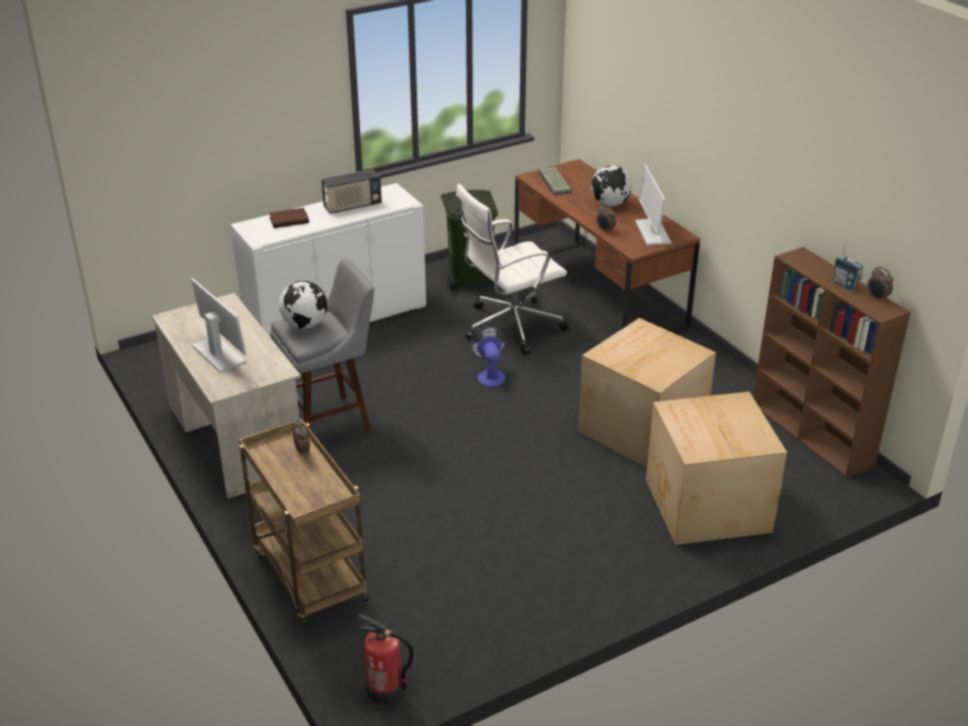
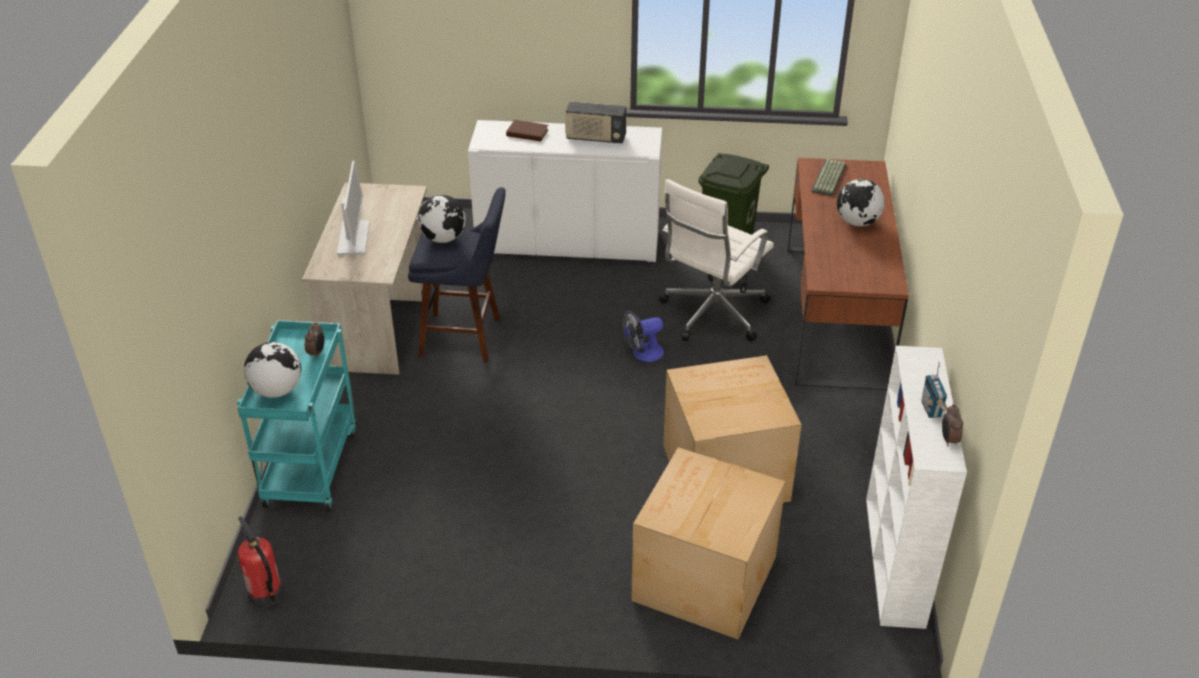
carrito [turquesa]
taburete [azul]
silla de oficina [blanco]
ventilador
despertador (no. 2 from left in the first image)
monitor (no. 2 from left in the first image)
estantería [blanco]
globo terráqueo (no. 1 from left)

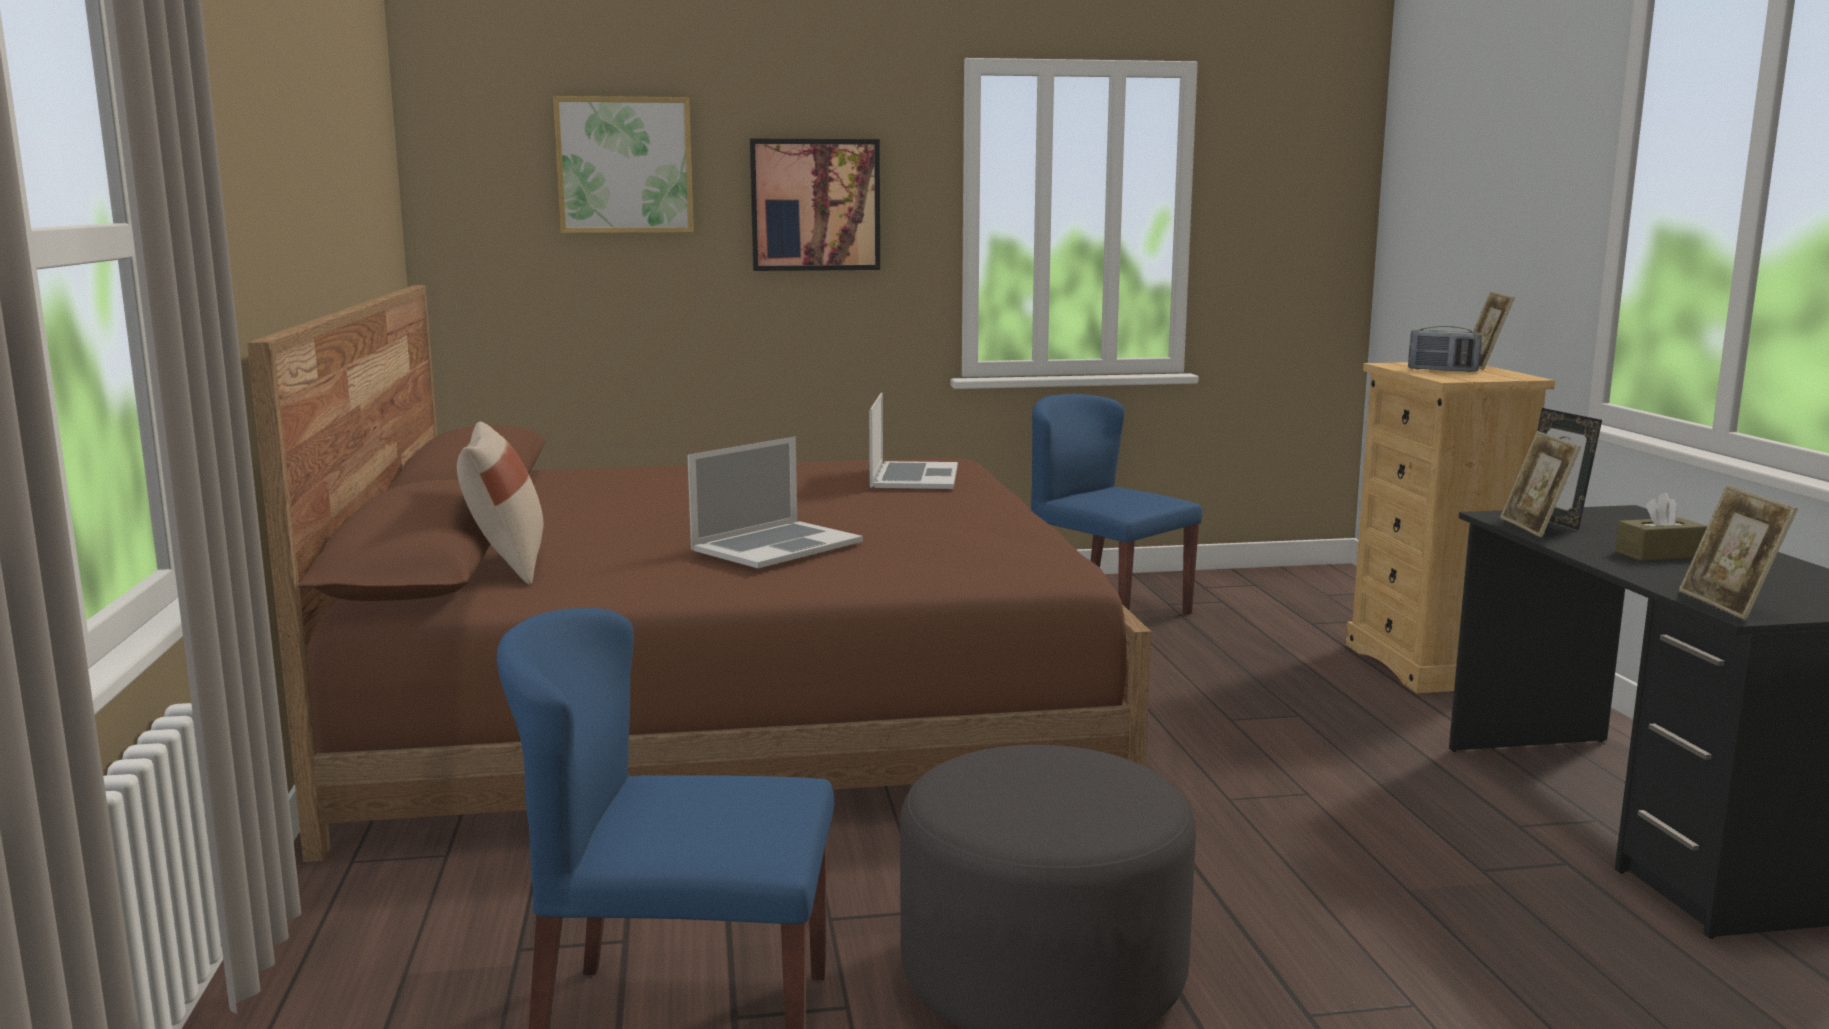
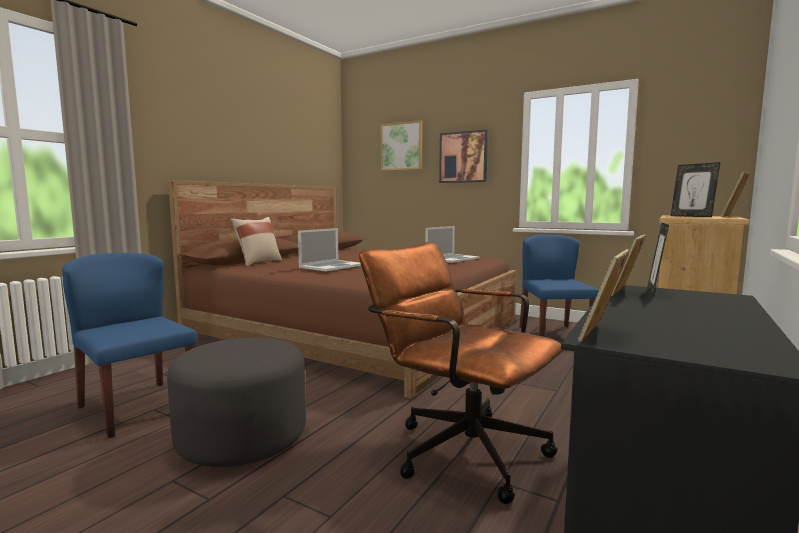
portátil (no. 1 from left)
portarretratos (no. 4 from left)
caja de pañuelos [marrón]
silla de oficina [marrón]

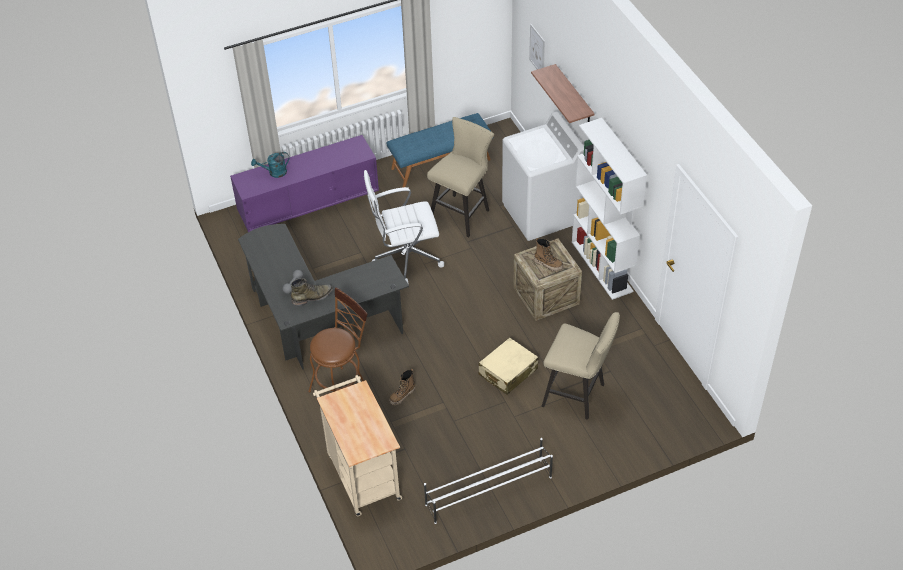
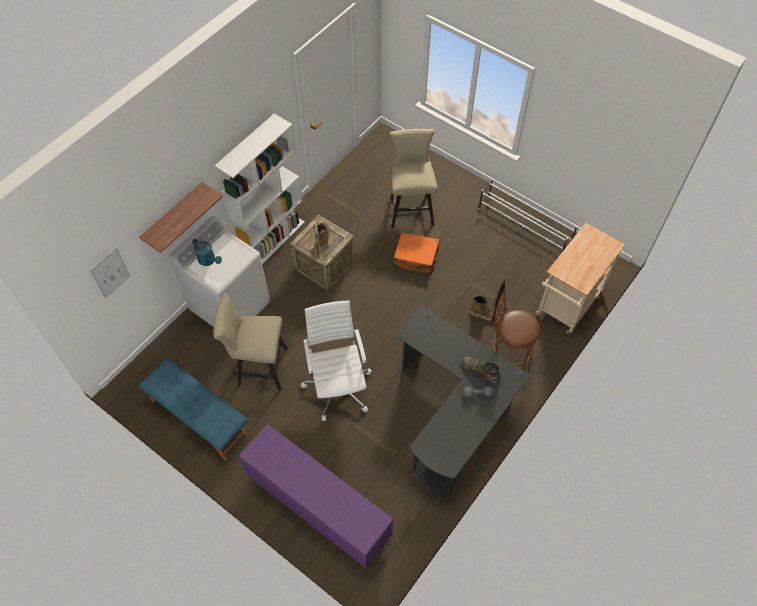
regadera [turquesa]
silla de oficina [blanco]
maleta [naranja]

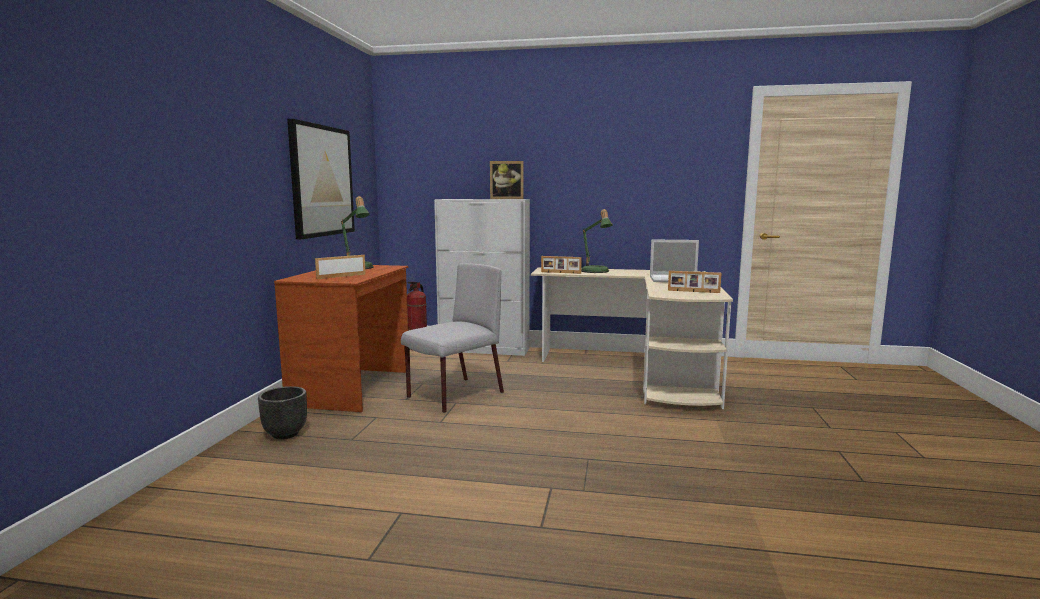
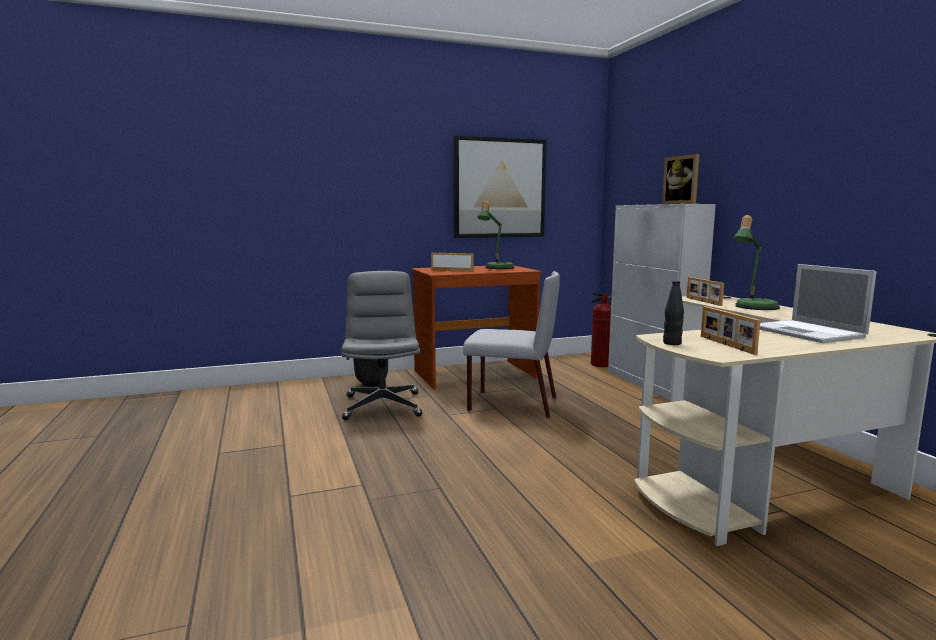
silla de oficina [gris]
botella [negro]

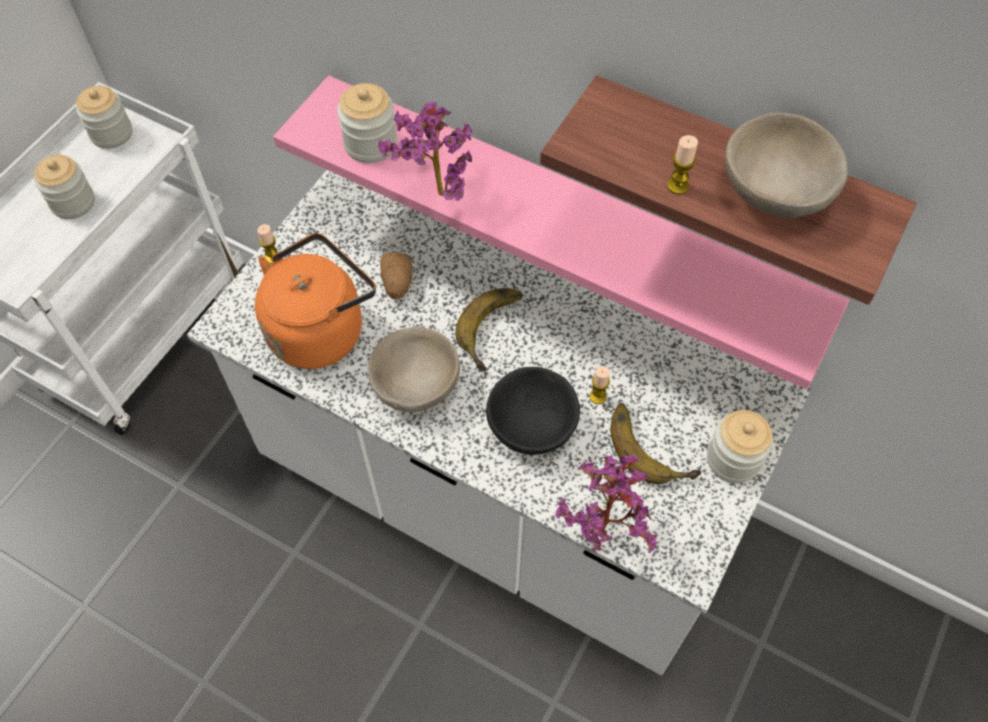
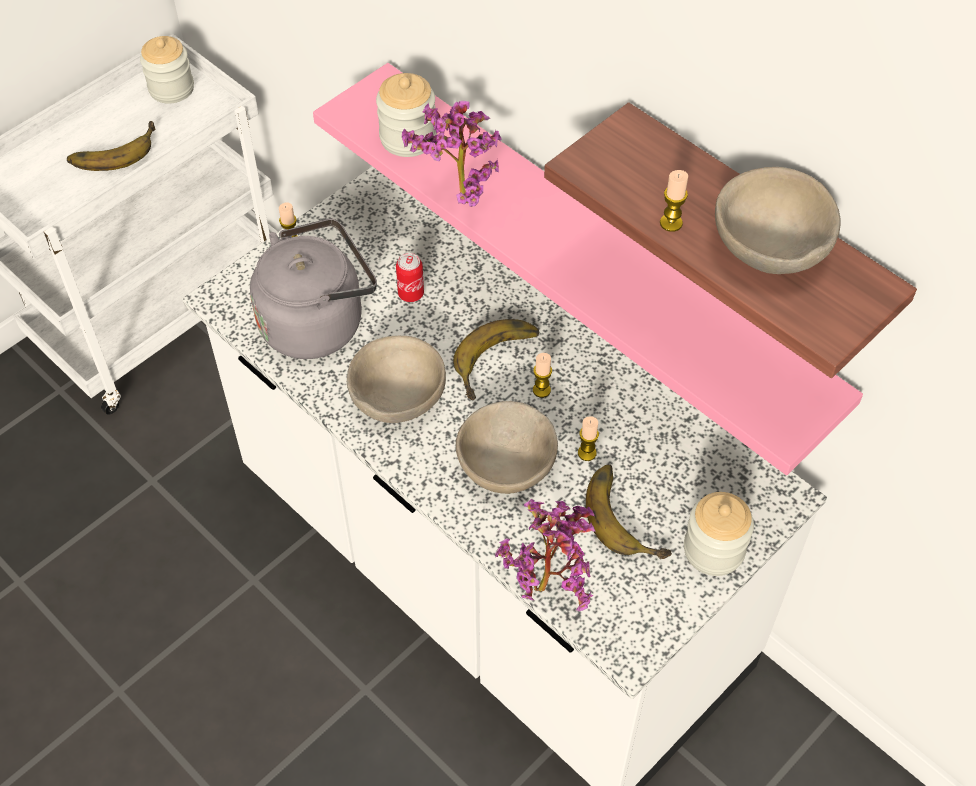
plátano (no. 1 from left)
hervidor [gris]
lata
cuenco [beis] (no. 2 from left)
vela (no. 2 from left)

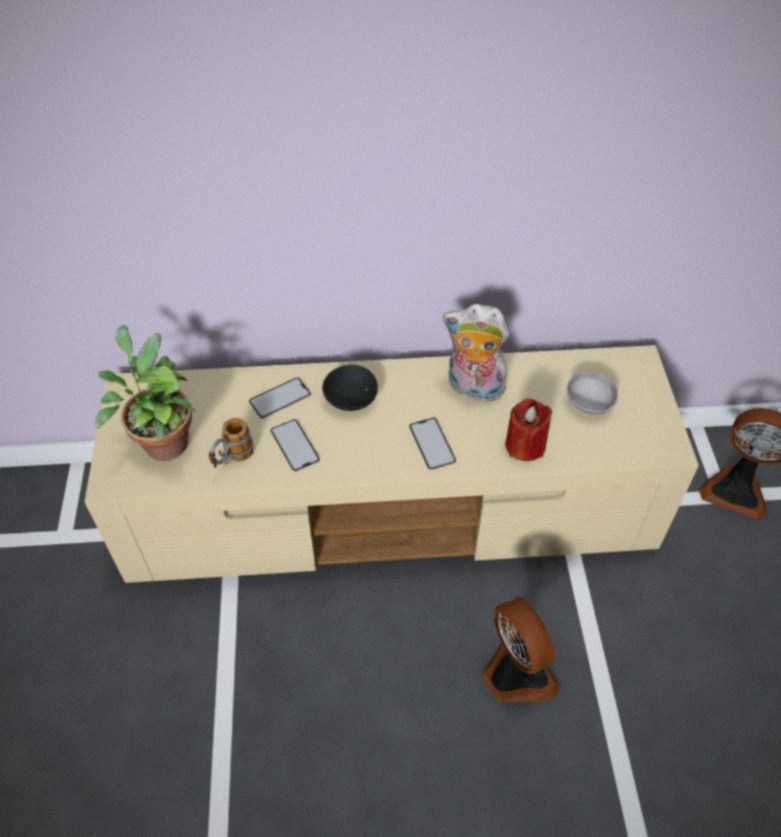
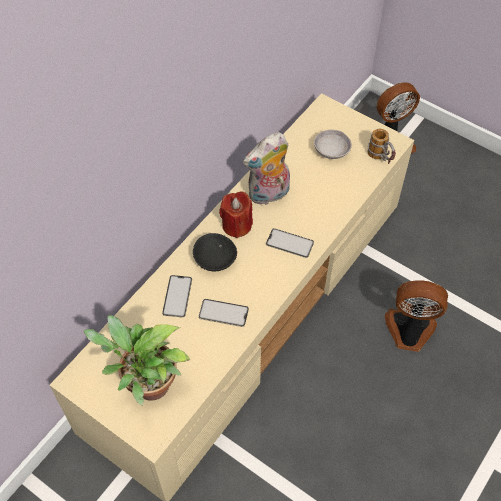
taza grande
vela [rojo]

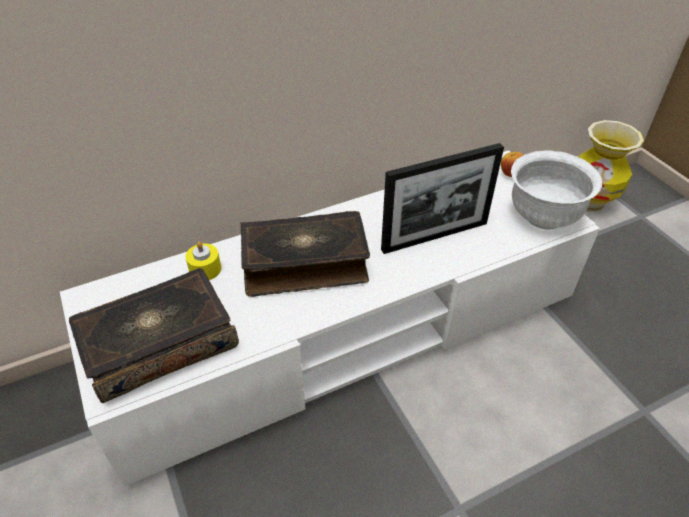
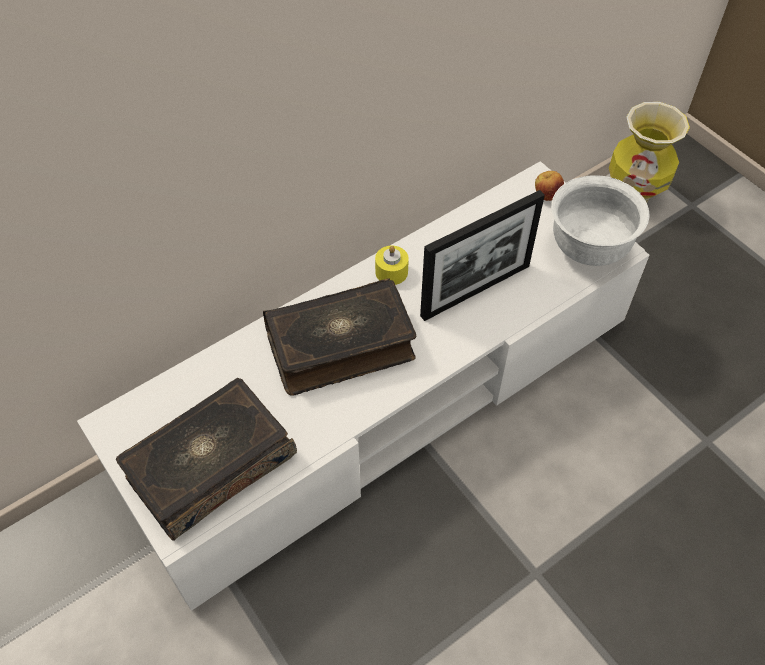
vela [amarillo]

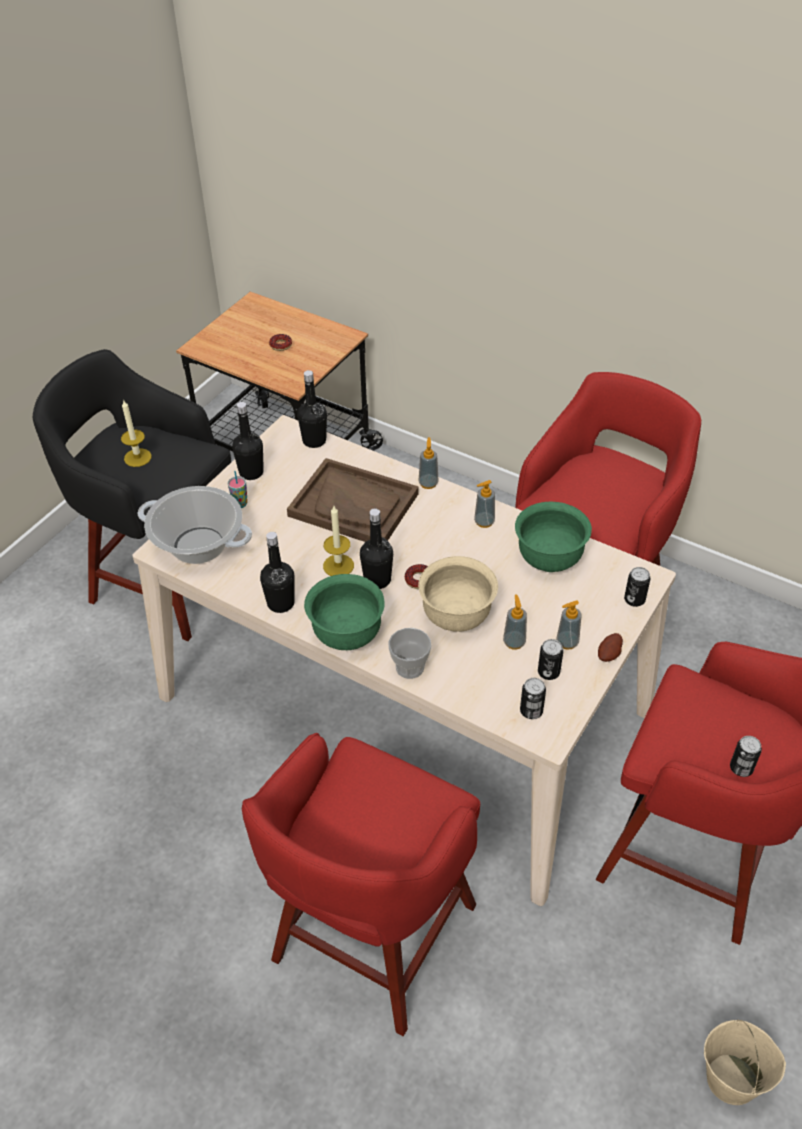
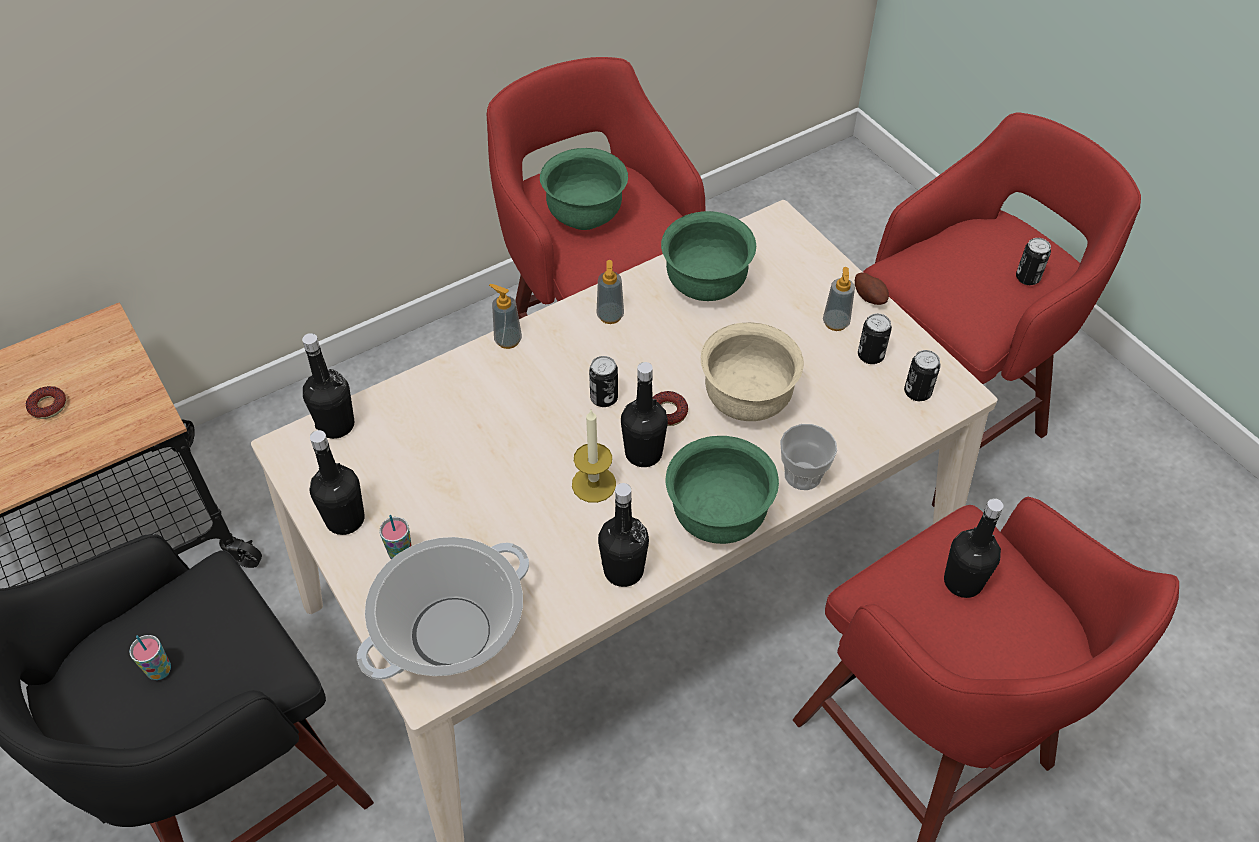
taza (no. 1 from left)
bandeja [marrón]
dispensador de jabón (no. 3 from left in the first image)
lata (no. 1 from left)
cubo [beis]
cuenco [verde] (no. 1 from left)
botella [negro] (no. 5 from left)

